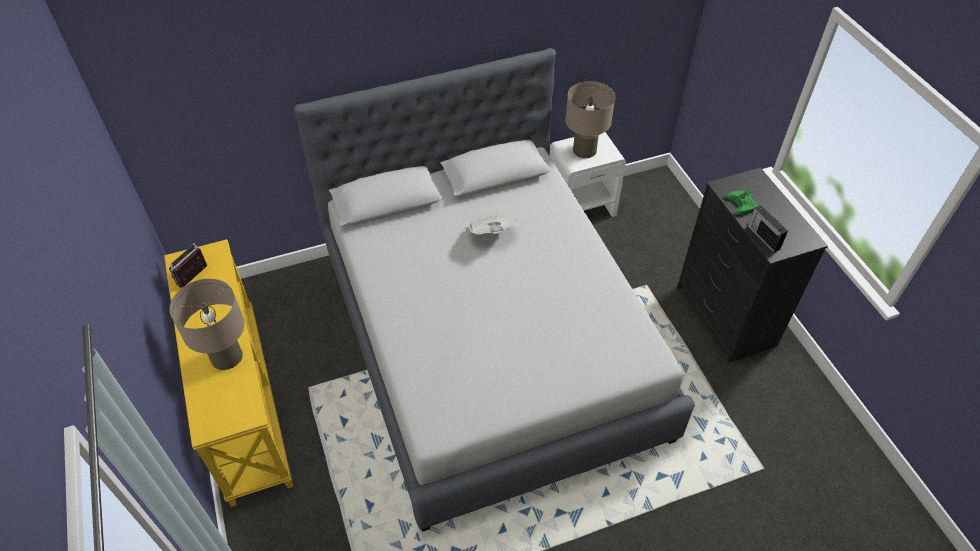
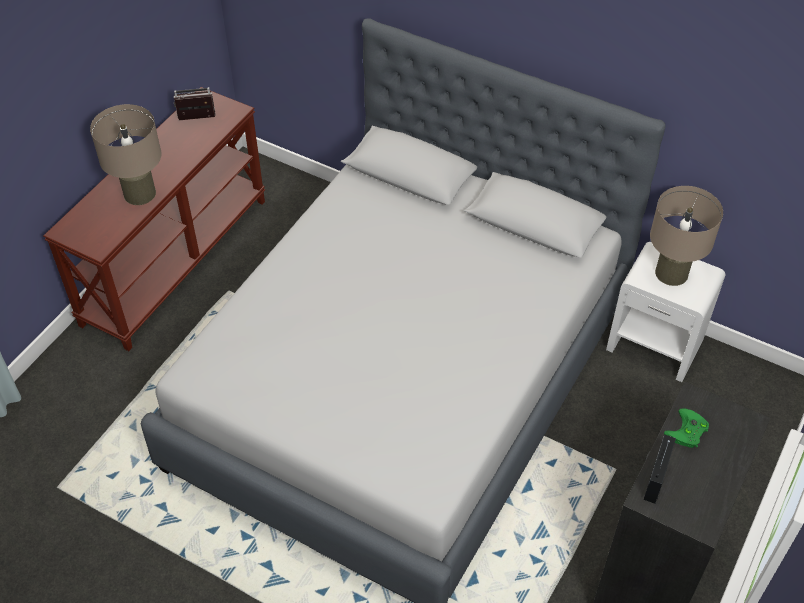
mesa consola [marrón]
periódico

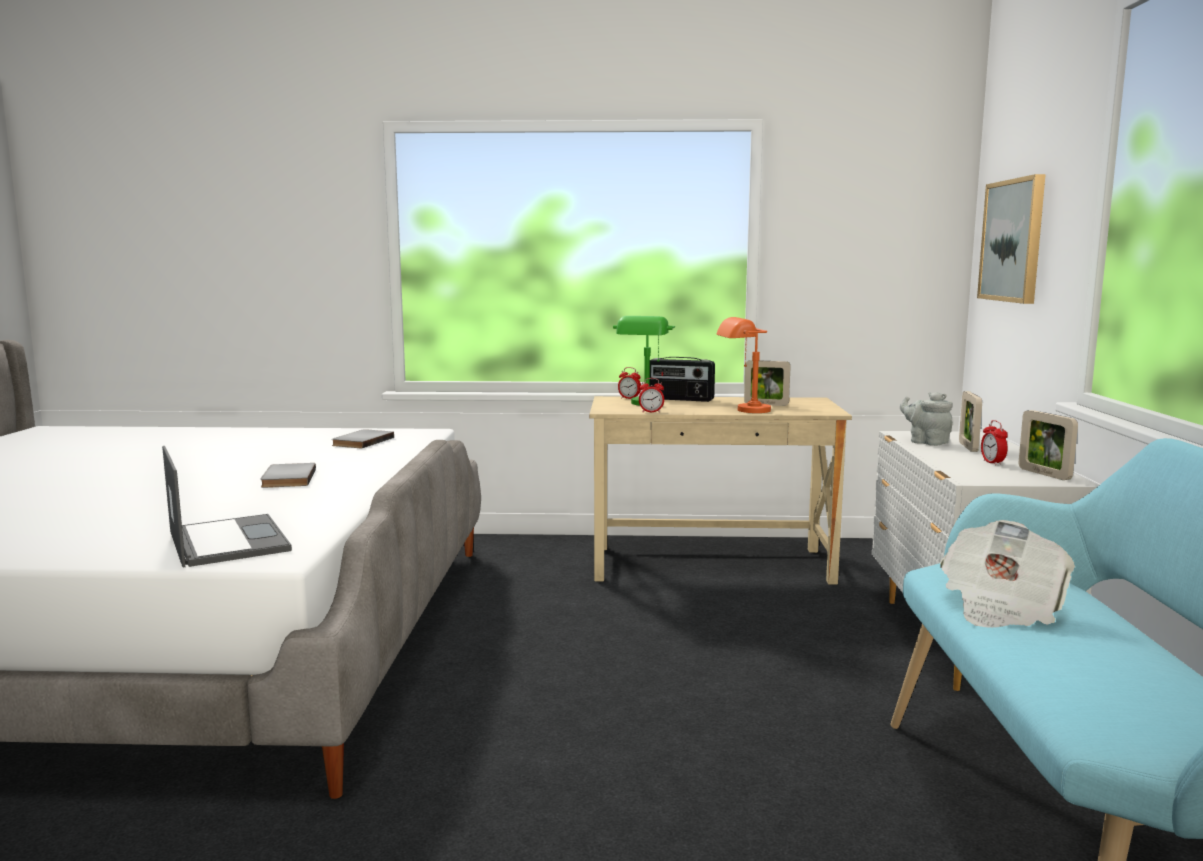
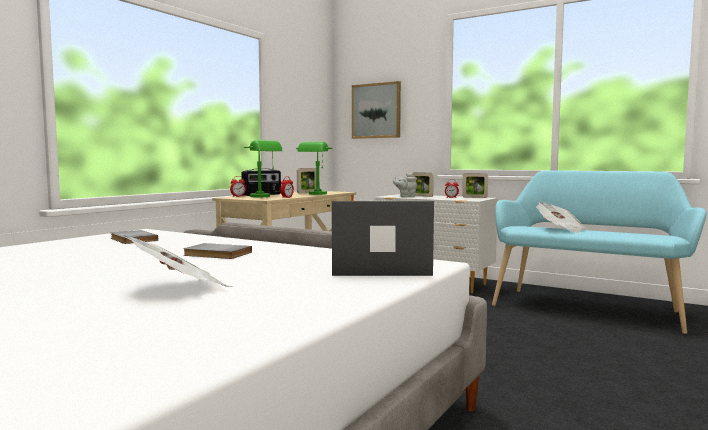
lámpara de mesa [verde] (no. 2 from left)
periódico (no. 1 from left)

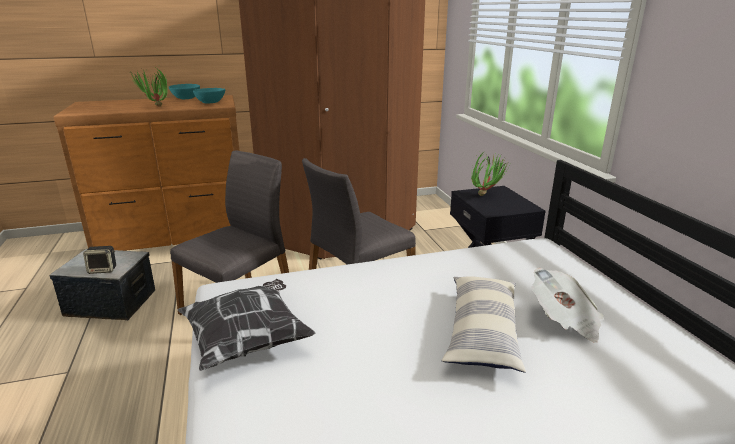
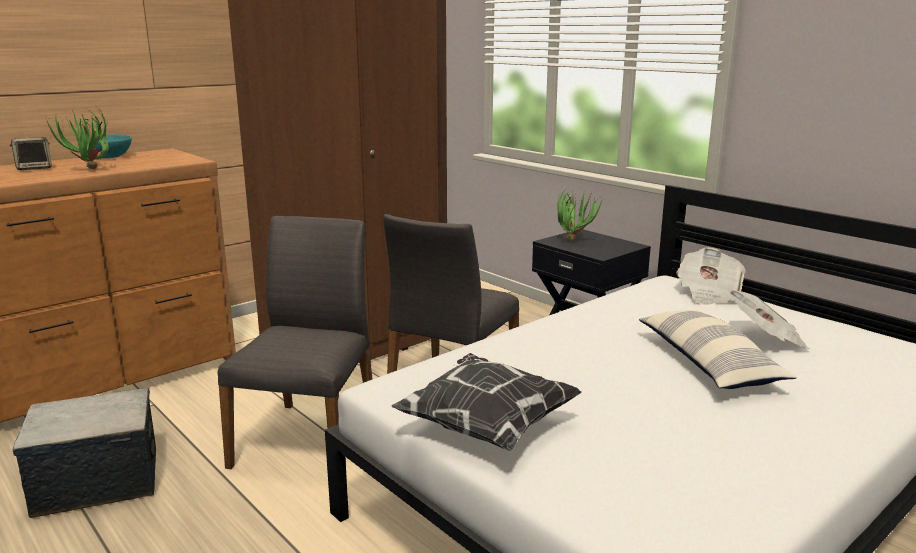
altavoz
cuenco [turquesa] (no. 2 from left in the first image)
periódico (no. 1 from left)

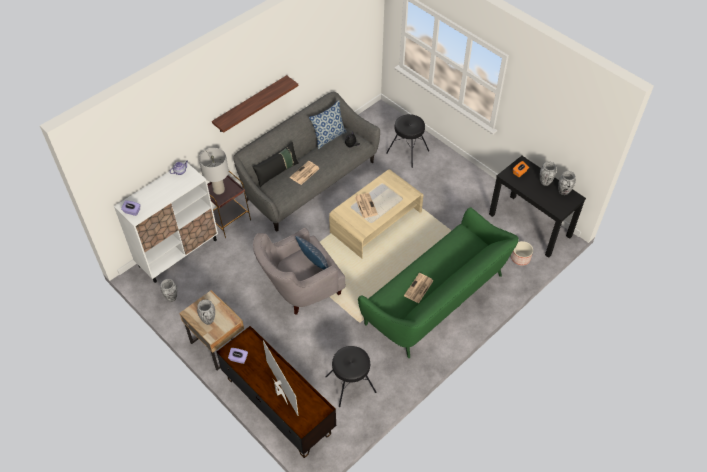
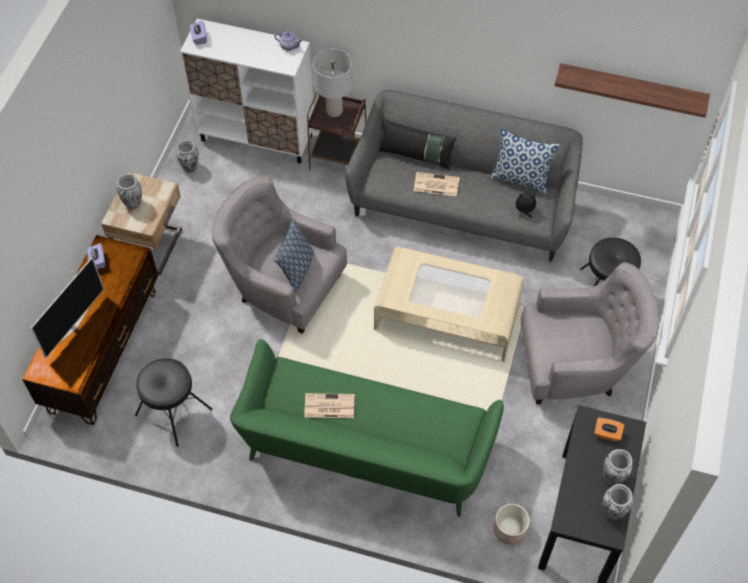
estante
periódico (no. 2 from left in the first image)
sillón [gris] (no. 2 from left)

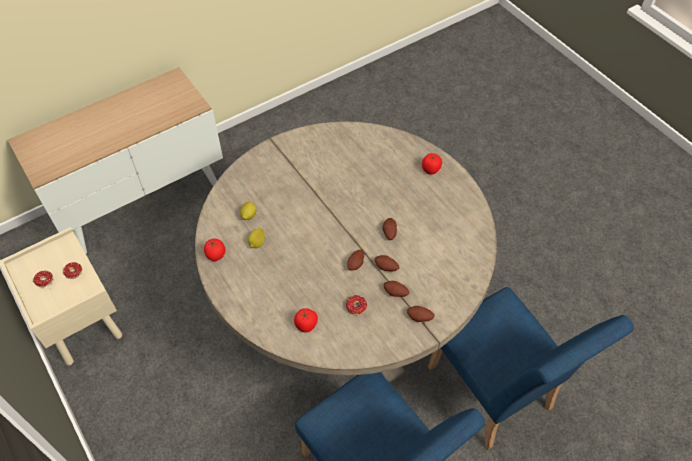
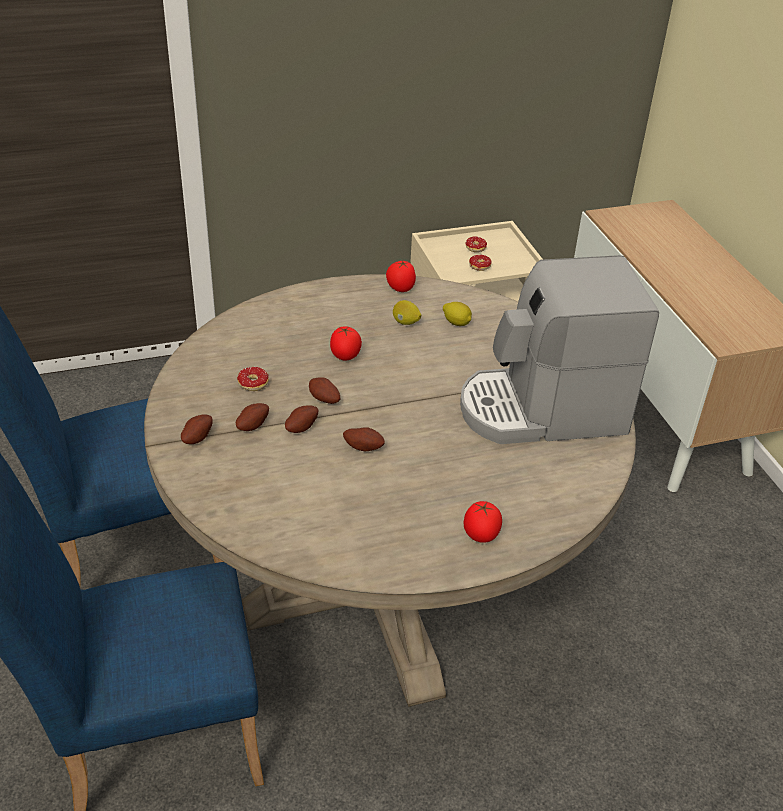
tomate (no. 1 from left)
cafetera

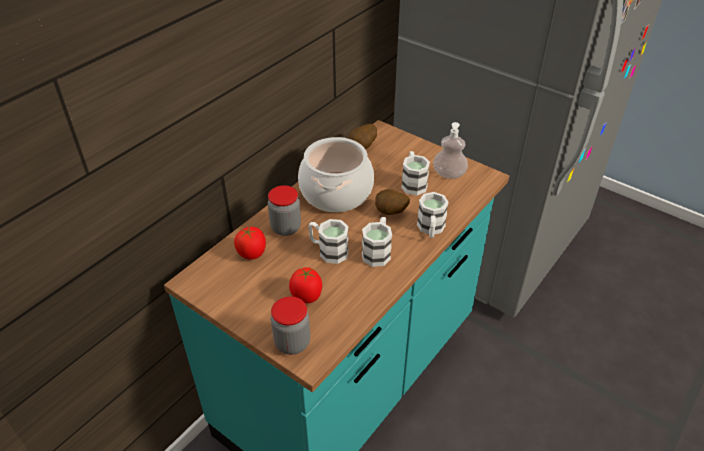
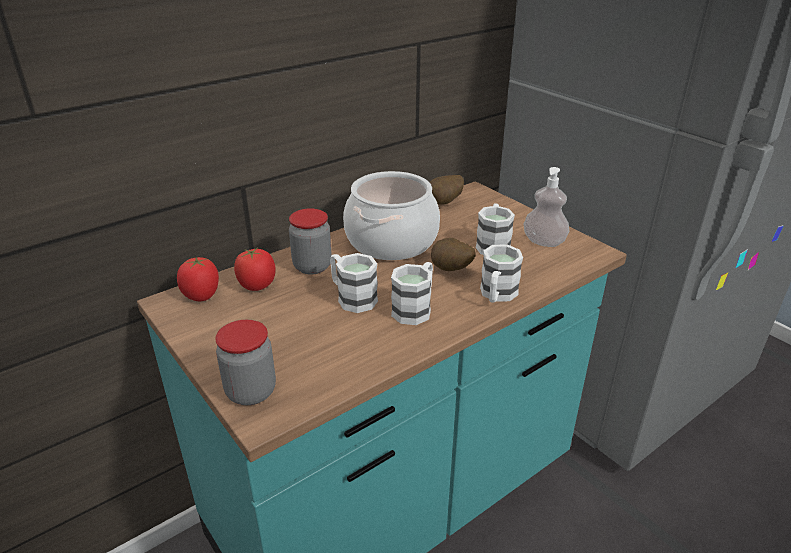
tomate (no. 1 from left)

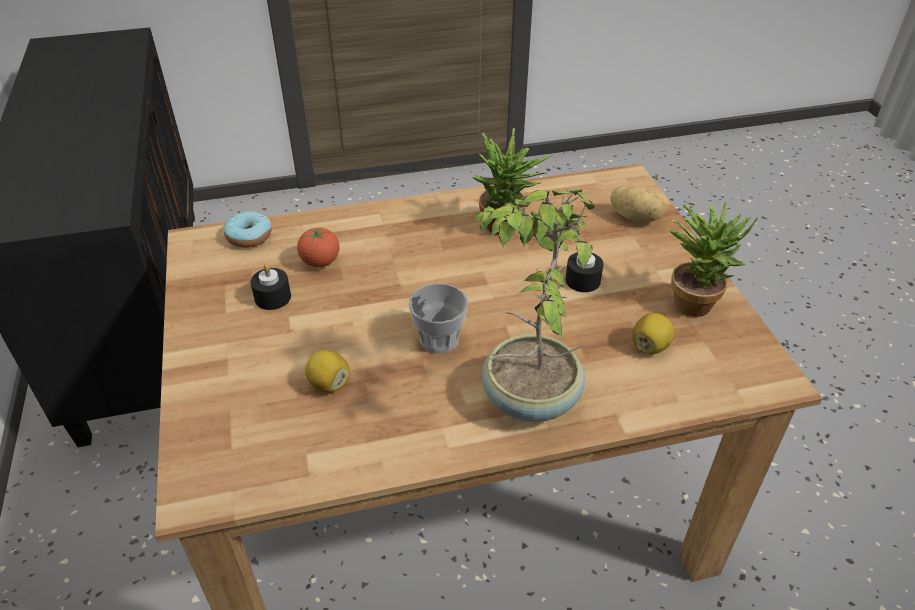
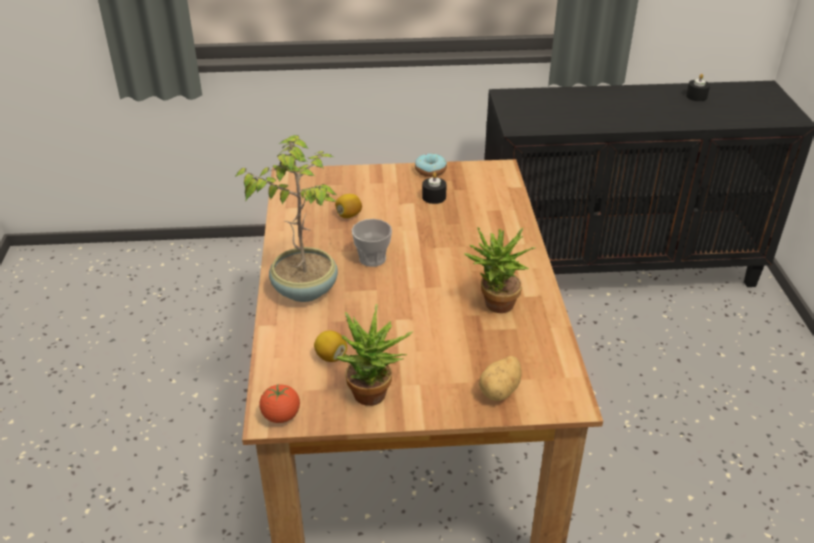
rosquilla
tomate
vela [negro] (no. 2 from left)

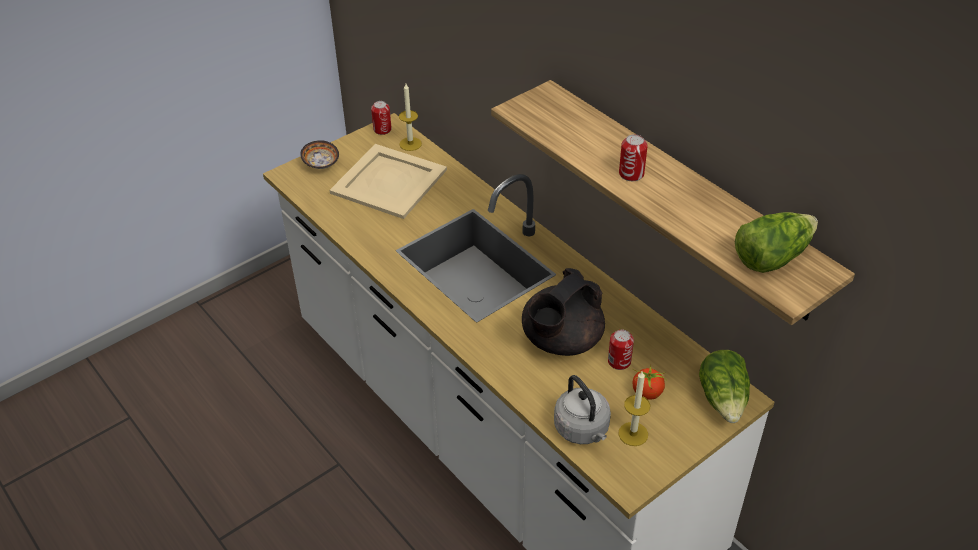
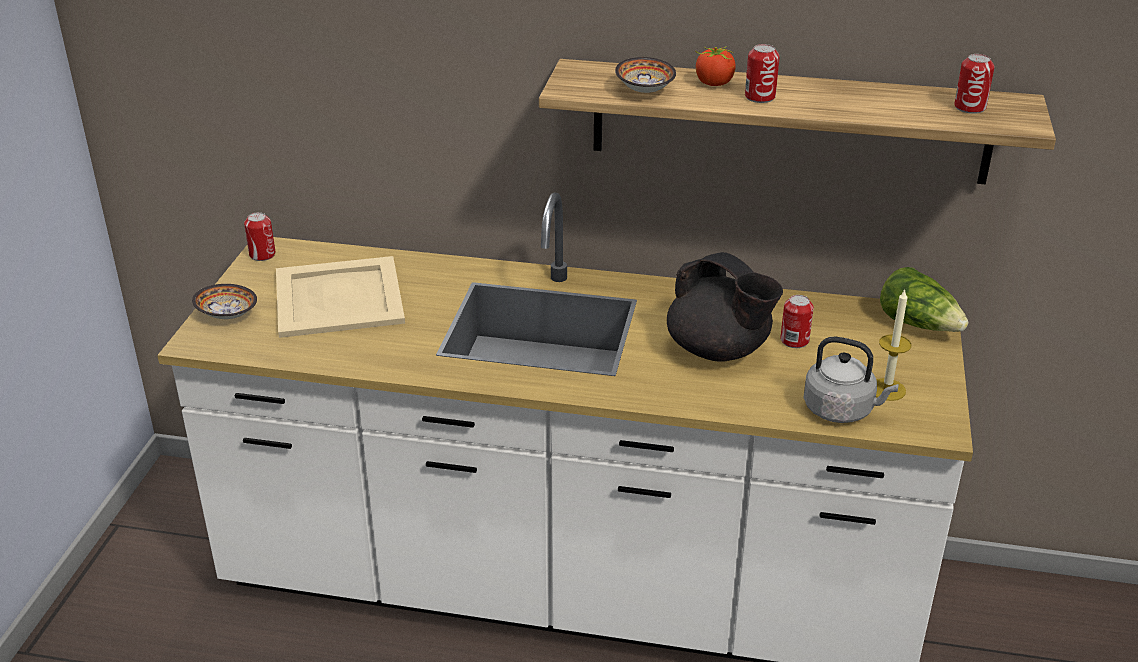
vela (no. 1 from left in the first image)
tetera [negro]
tomate
lata (no. 4 from left)
cuenco (no. 2 from left)

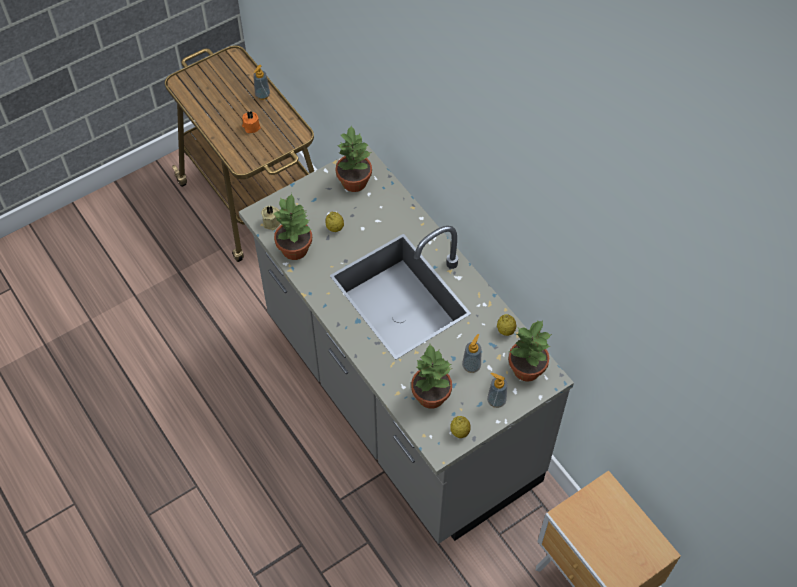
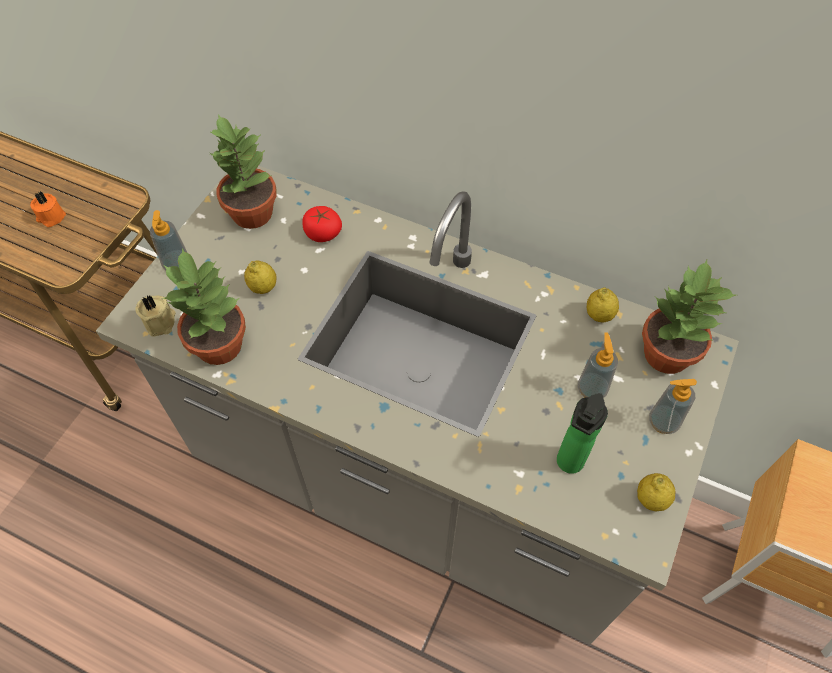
dispensador de jabón (no. 1 from left)
botella
tomate

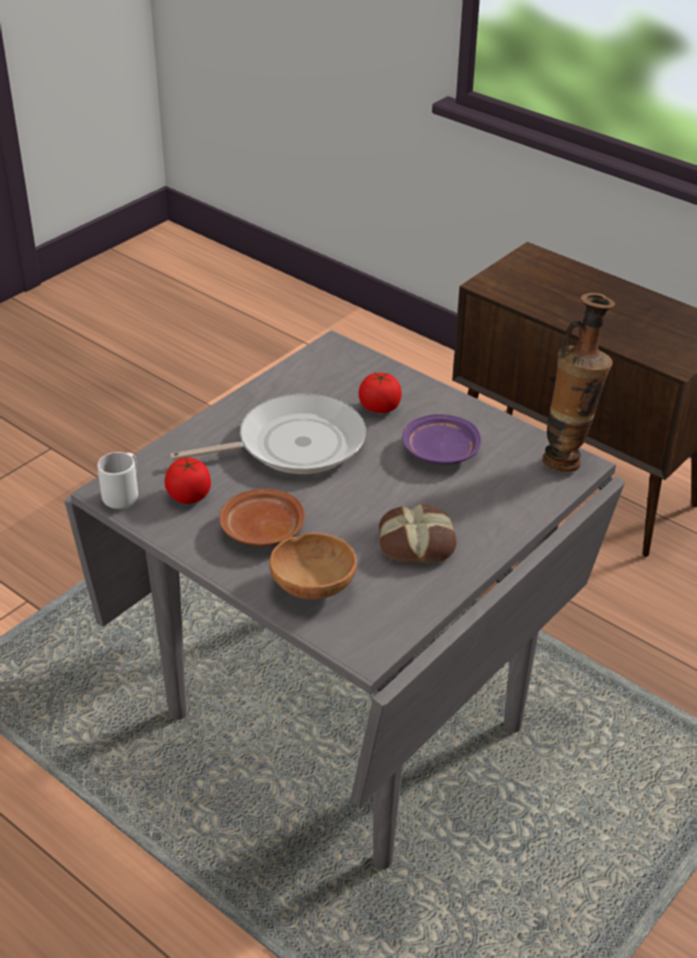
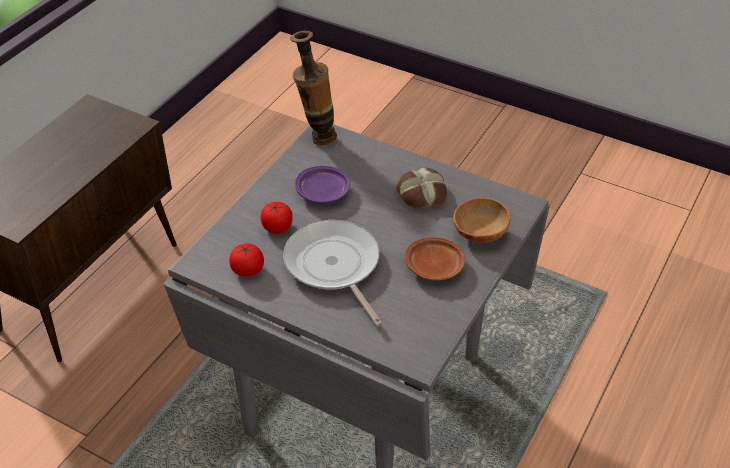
taza grande [blanco]
tomate (no. 1 from left)

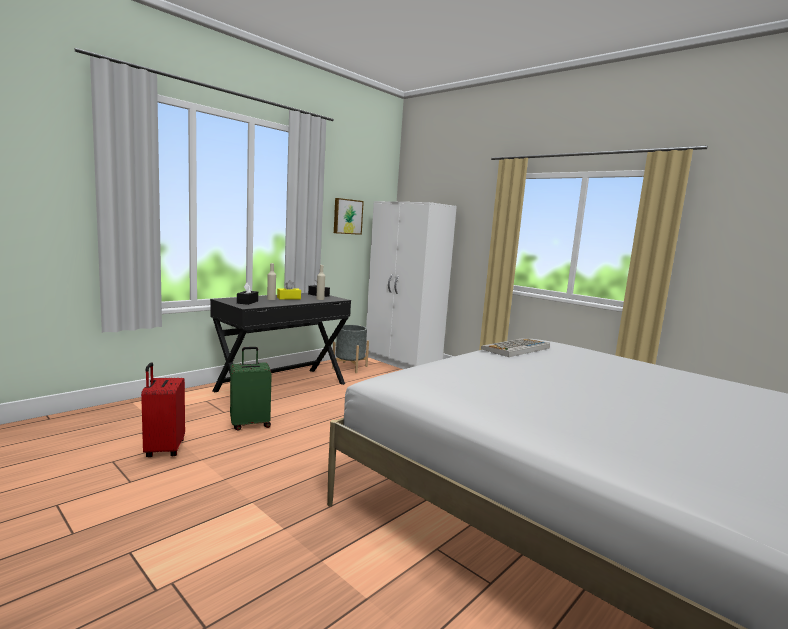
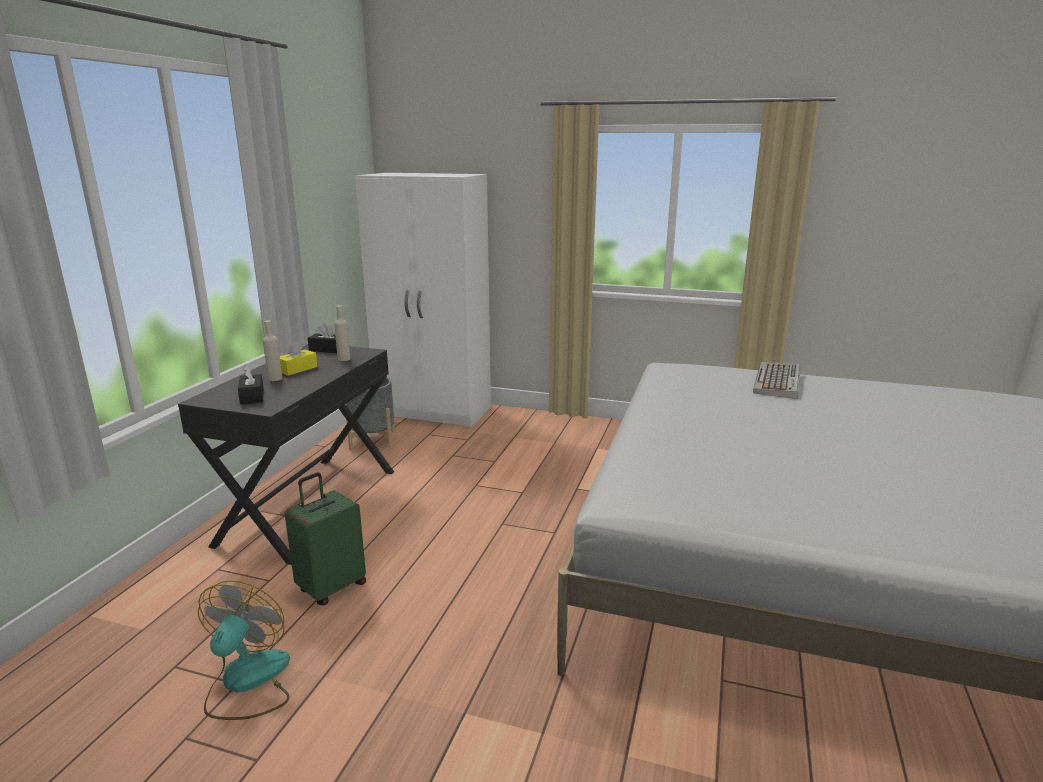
ventilador
cuadro
teclado

